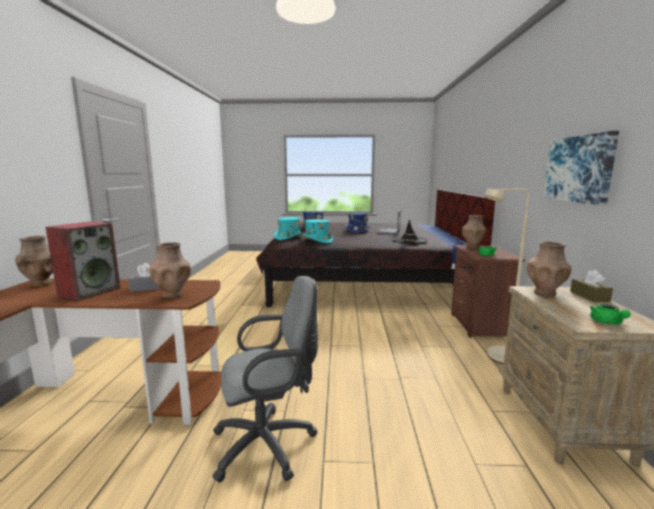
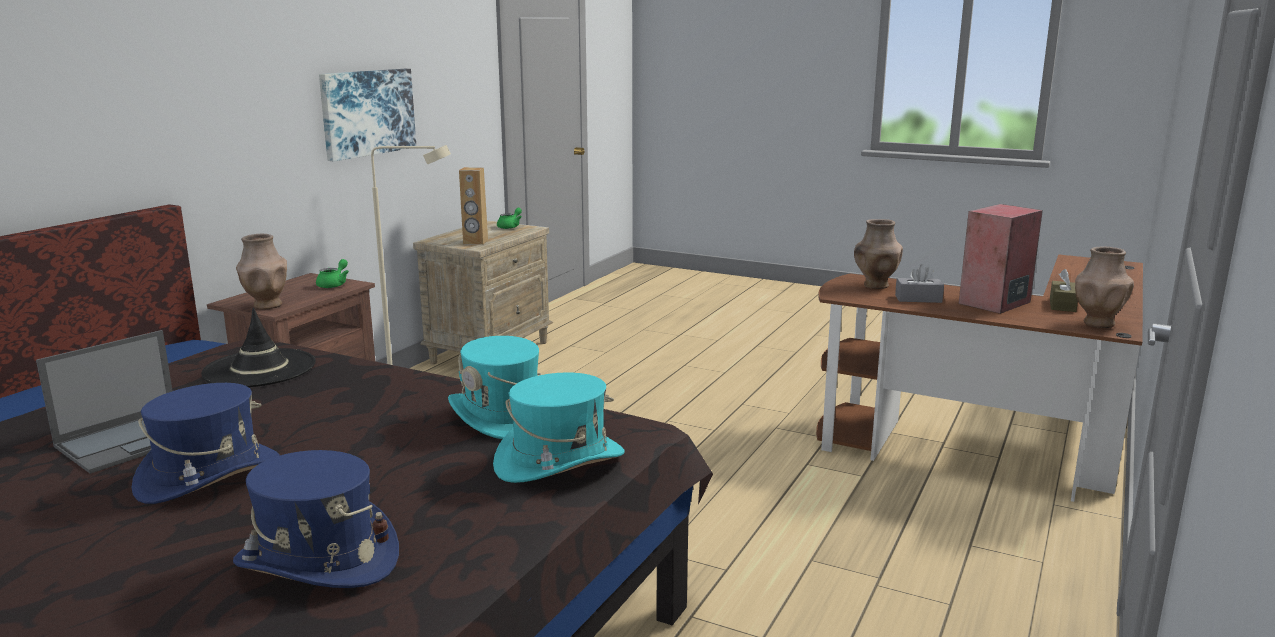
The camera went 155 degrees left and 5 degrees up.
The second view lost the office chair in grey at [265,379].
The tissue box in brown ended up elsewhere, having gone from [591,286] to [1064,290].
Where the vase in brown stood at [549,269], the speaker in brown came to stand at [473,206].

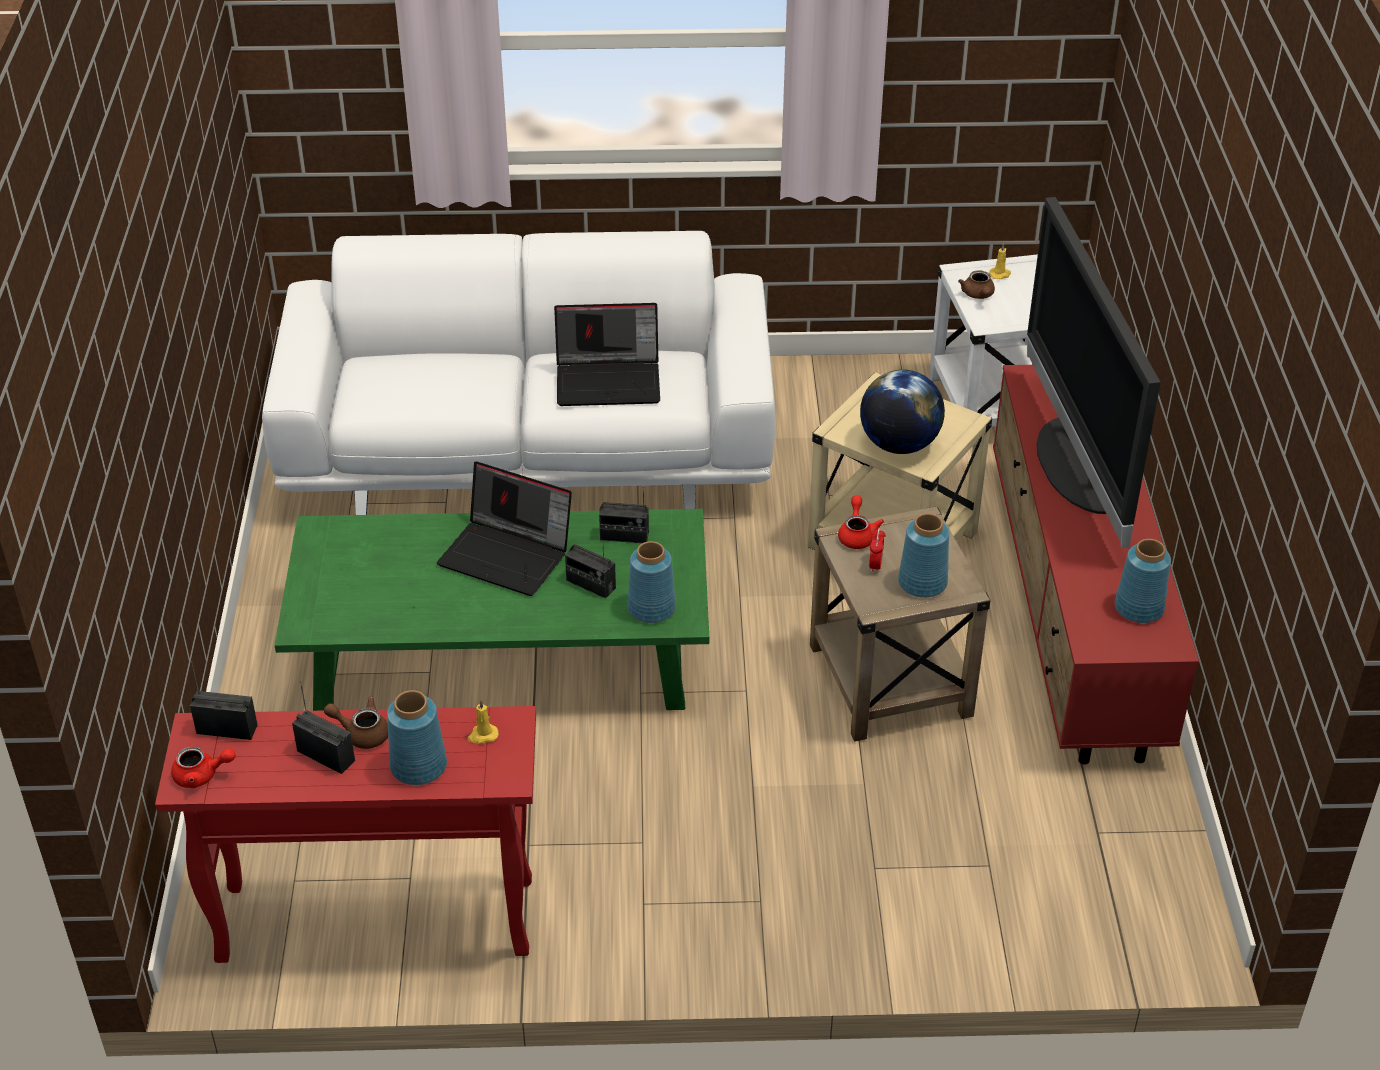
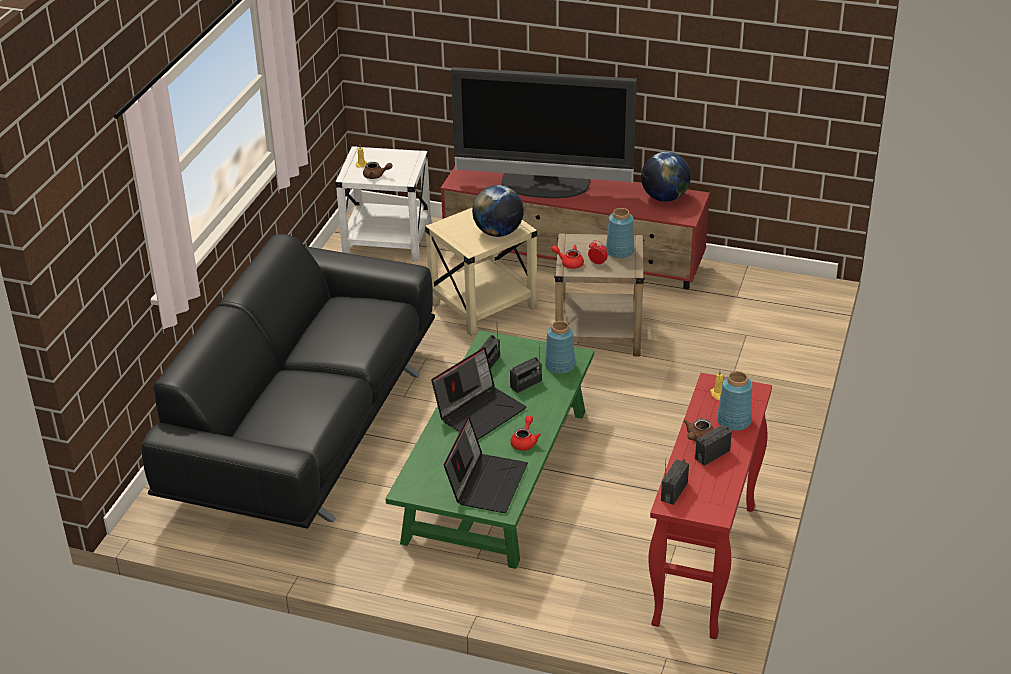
The camera went 70 degrees left and 5 degrees down.
The teapot in red ended up elsewhere, having gone from [203,767] to [525,433].
The laptop ended up elsewhere, having gone from [607,354] to [486,464].
Where the vase in blue stood at [1143,581], the globe came to stand at [666,177].
What was the sofa in white at [518,373] turned into the sofa in black at [288,381].

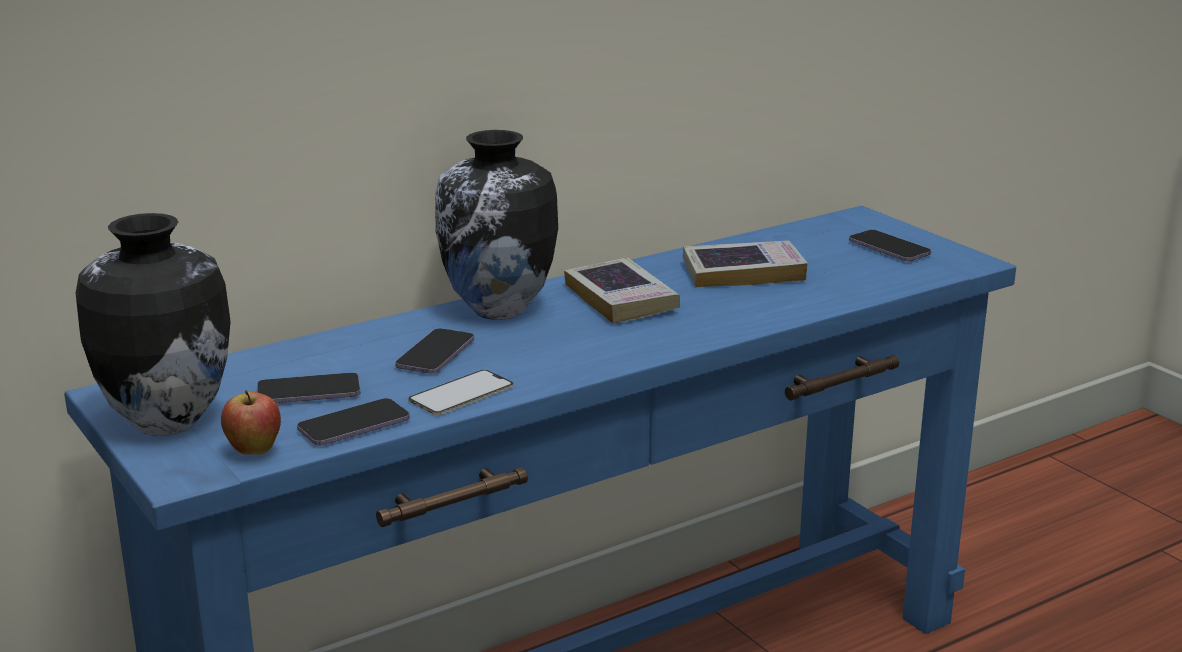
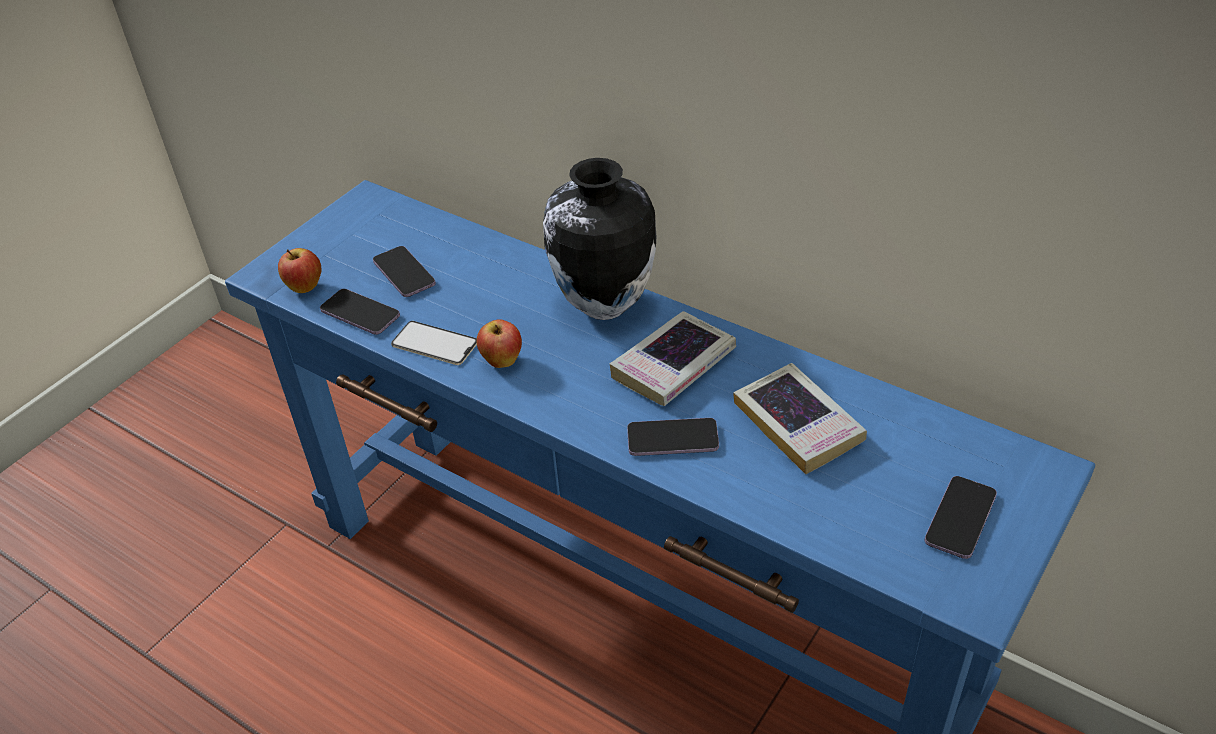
The camera went 70 degrees right and 20 degrees up.
The second view lost the vase at [153,324].
The second view gained the apple at [499,343].
The phone ended up elsewhere, having gone from [434,351] to [673,437].

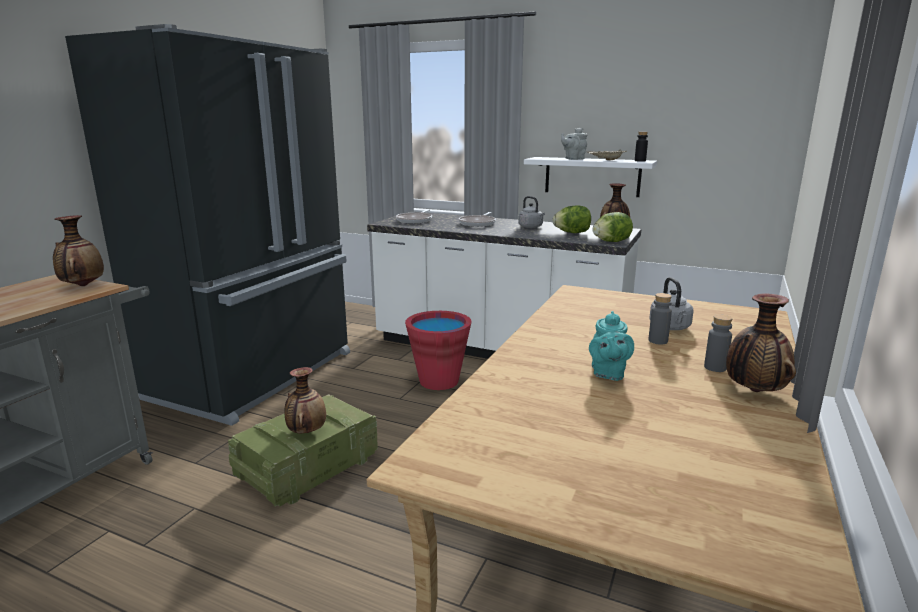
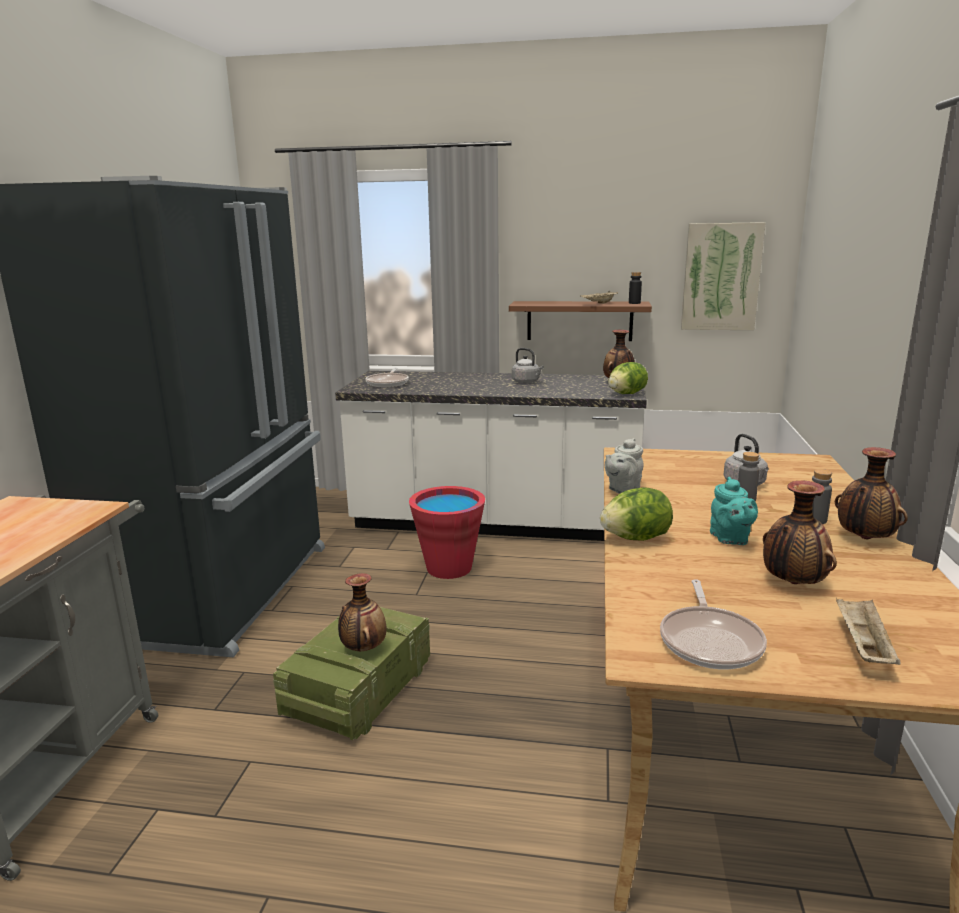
The camera went 15 degrees left and 0 degrees up.
The second view gained the picture at [723,276].
The second view gained the tray in beige at [868,632].
The vase ended up elsewhere, having gone from [78,250] to [800,532].
The frying pan ended up elsewhere, having gone from [477,219] to [713,624].
The lettuce ended up elsewhere, having gone from [572,219] to [636,514].
The teapot in grey ended up elsewhere, having gone from [574,144] to [624,466].
What was the shelf in white at [590,177] turned into the shelf in brown at [580,321].

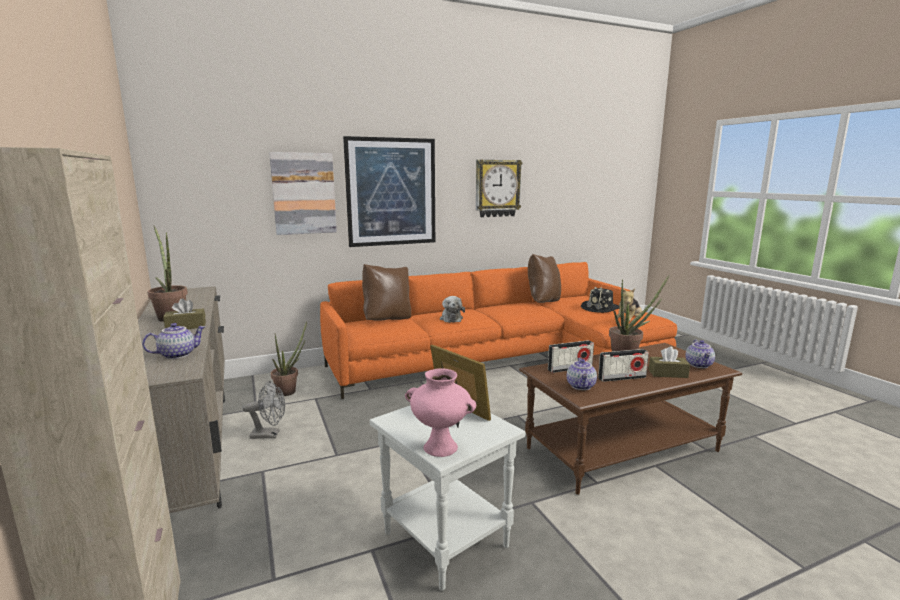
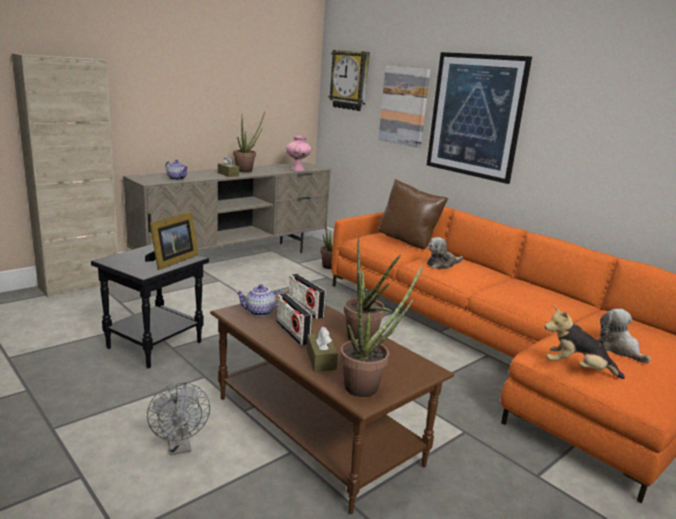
The camera went 70 degrees right and 5 degrees up.
The second view lost the pillow in brown at [544,278].
The fan in grey ended up elsewhere, having gone from [263,410] to [178,419].
The vase in pink ended up elsewhere, having gone from [440,412] to [299,153].
The wall clock ended up elsewhere, having gone from [499,188] to [349,80].
Where the hat in black stood at [600,300], the plush toy came to stand at [624,336].
Where the teapot stood at [700,354], the potted plant came to stand at [381,330].
What was the side table in white at [447,498] turned into the side table in black at [150,306].

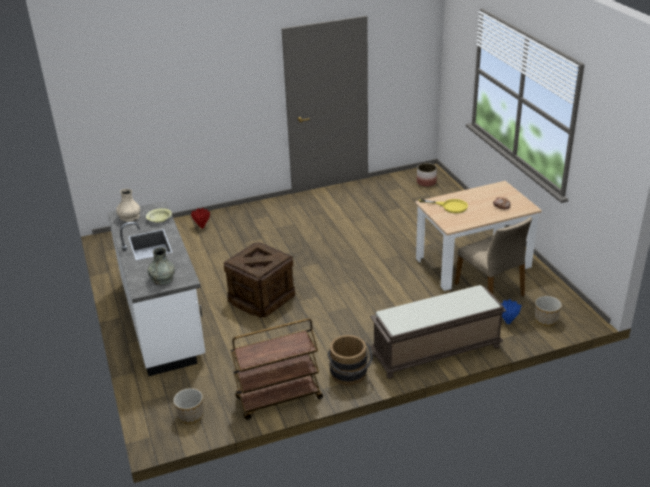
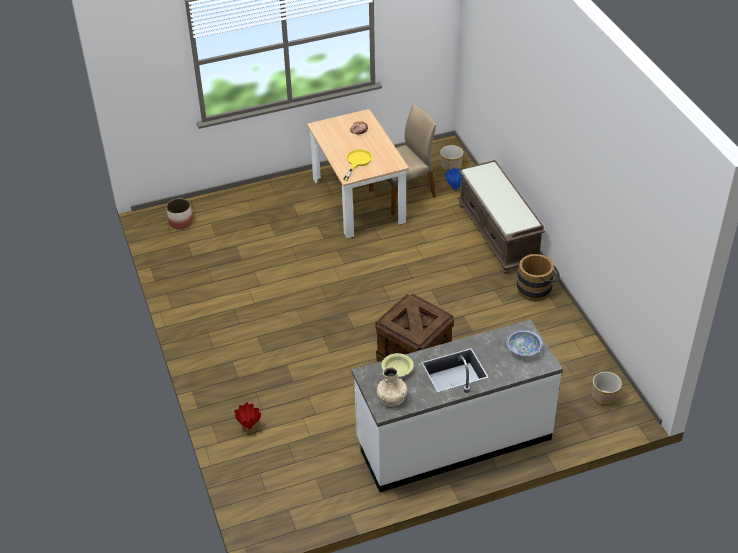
The camera went 90 degrees left and 10 degrees up.
The second view lost the cart in brown at [277,369].
Where the vase in grey stood at [161,266], the bowl came to stand at [525,343].

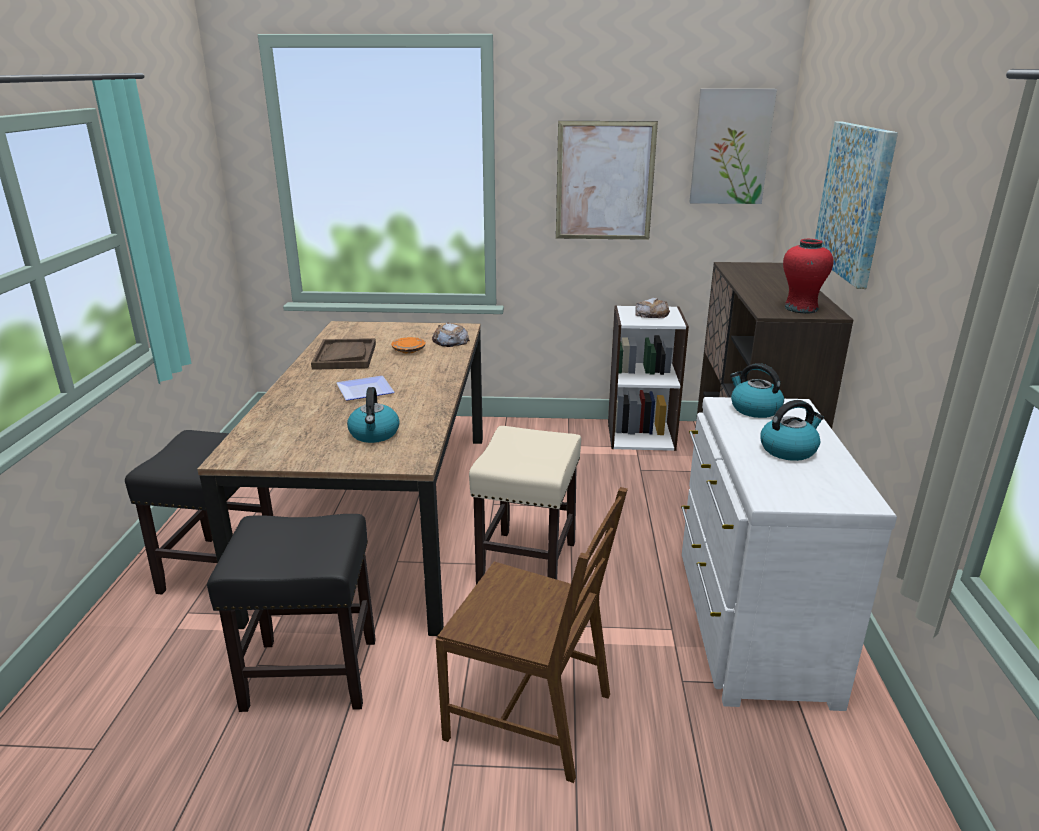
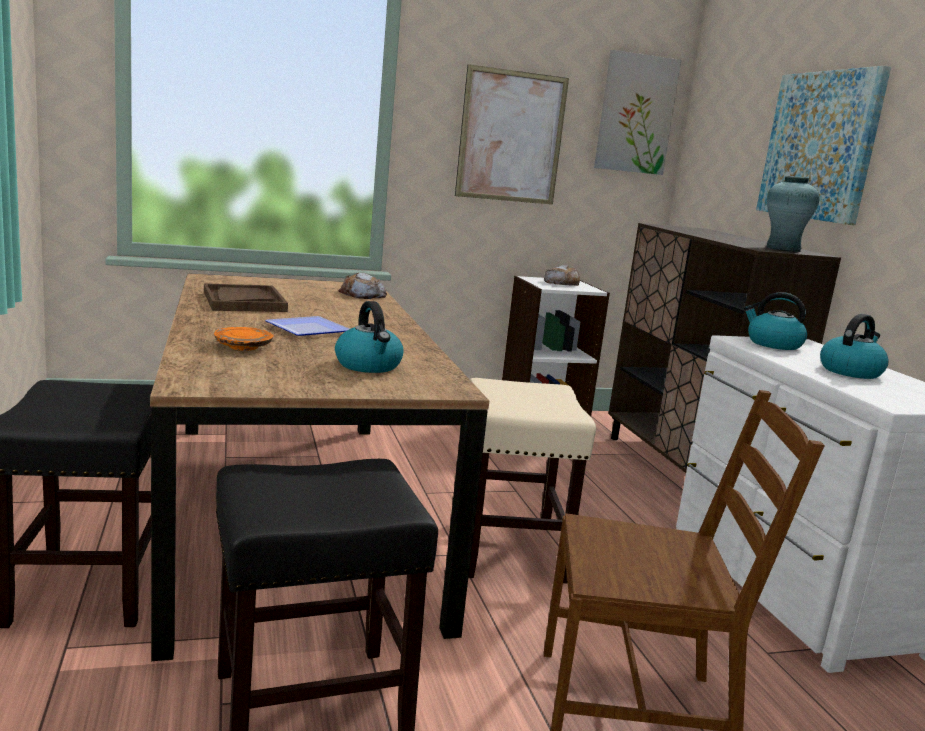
The camera went 20 degrees left and 10 degrees down.
The plate in orange ended up elsewhere, having gone from [408,345] to [244,339].
What was the vase in red at [808,276] turned into the vase in turquoise at [793,214].

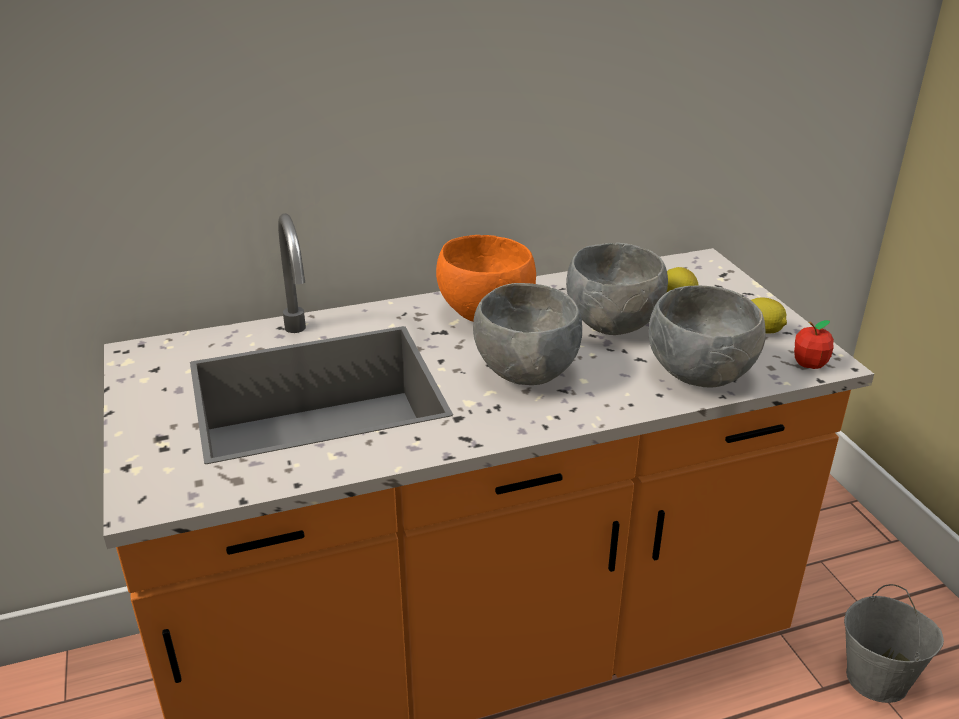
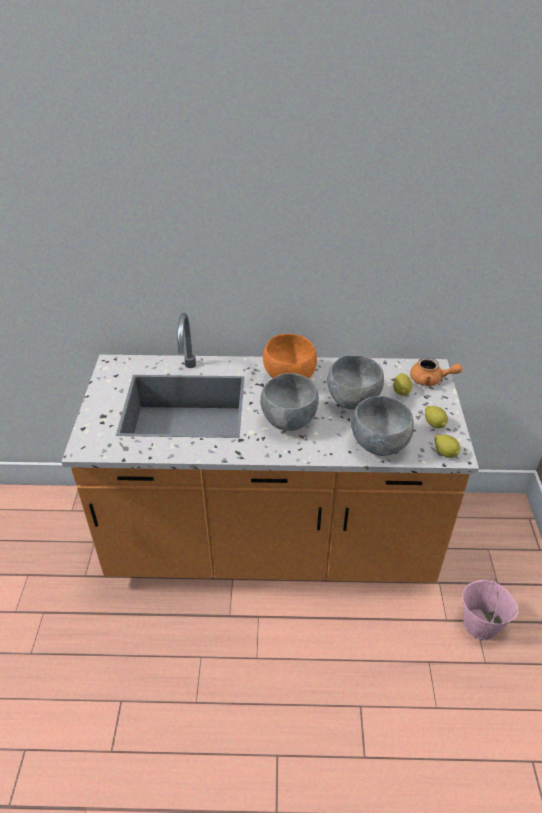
The camera went 20 degrees right and 10 degrees up.
The second view gained the teapot in orange at [436,371].
Where the apple stood at [814,344], the lemon came to stand at [447,446].
What was the bucket in grey at [894,643] turned into the bucket in pink at [490,608].

